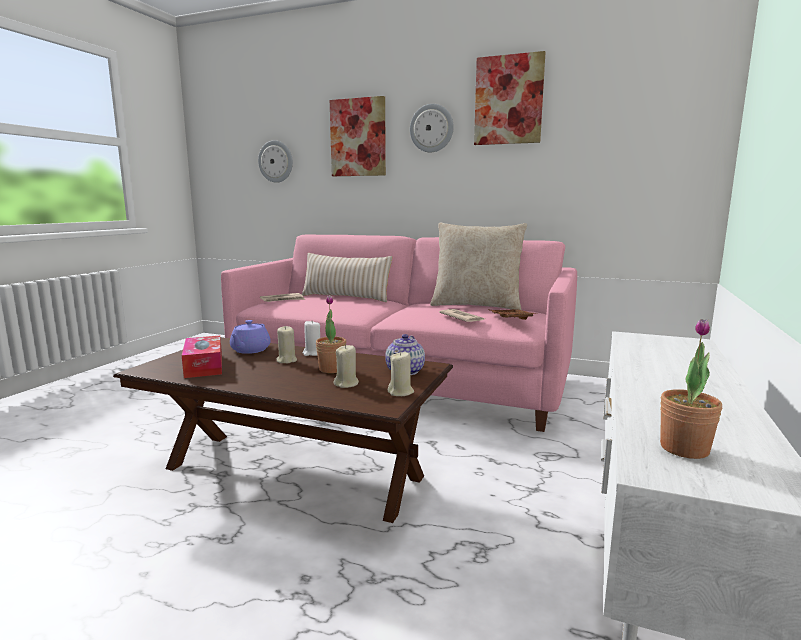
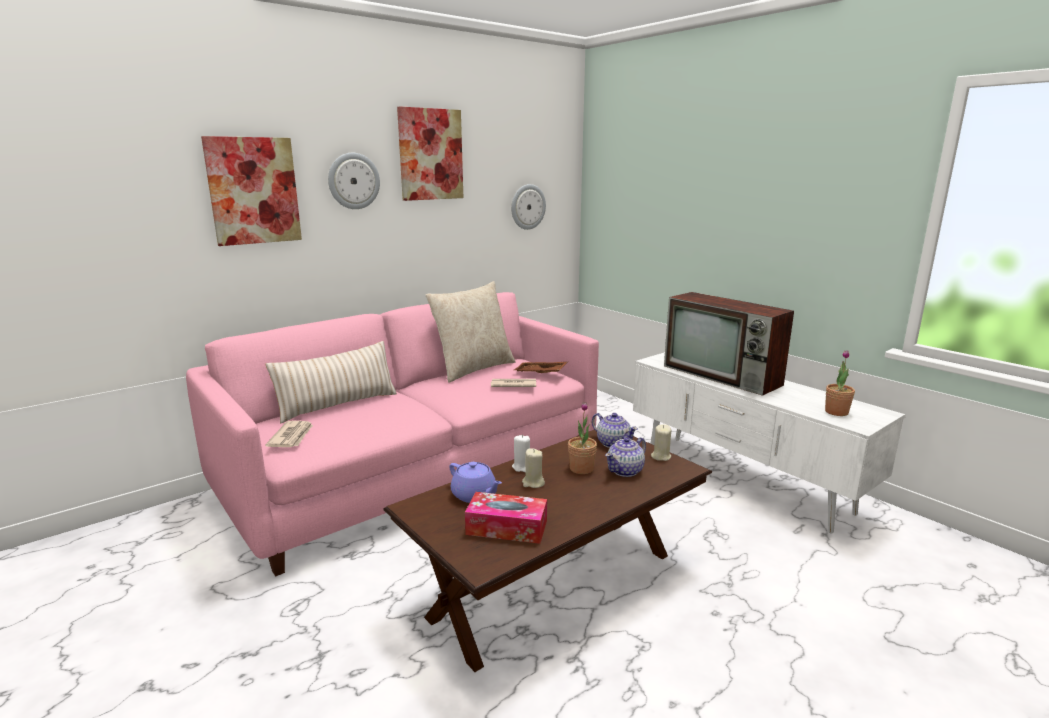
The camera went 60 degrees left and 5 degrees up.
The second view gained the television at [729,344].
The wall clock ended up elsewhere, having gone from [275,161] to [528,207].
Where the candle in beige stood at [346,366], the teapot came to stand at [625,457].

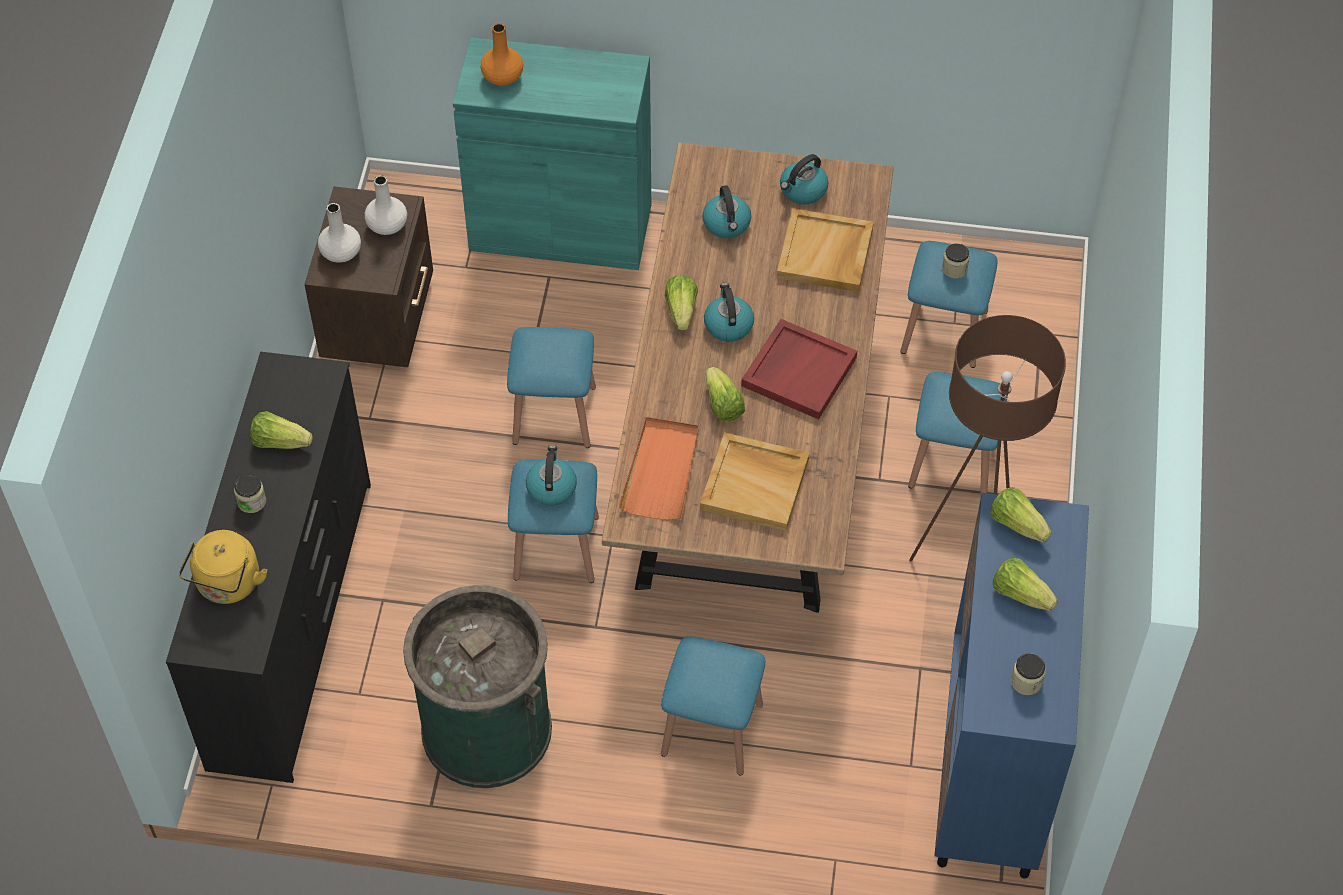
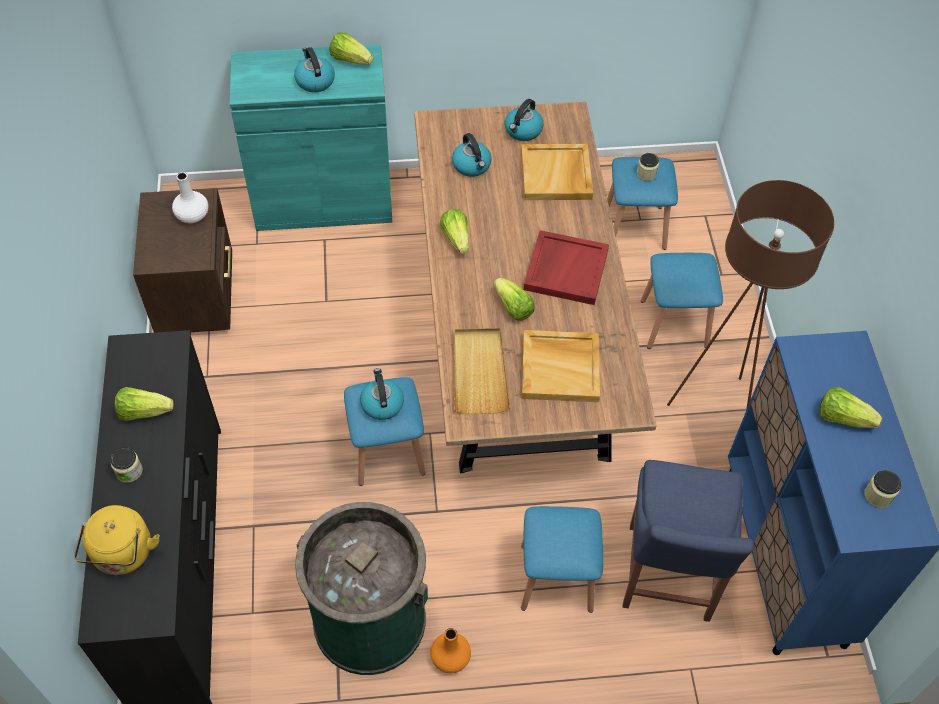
The camera went 15 degrees left and 0 degrees up.
The second view lost the vase in white at [339,233].
The second view lost the stool in blue at [551,387].
The second view gained the chair in blue at [688,541].
The vase in orange ended up elsewhere, having gone from [502,54] to [451,650].
The kettle ended up elsewhere, having gone from [729,312] to [314,69].
The lettuce ended up elsewhere, having gone from [1020,514] to [351,48].
What was the tray in orange at [658,468] turned into the tray in beige at [482,371].

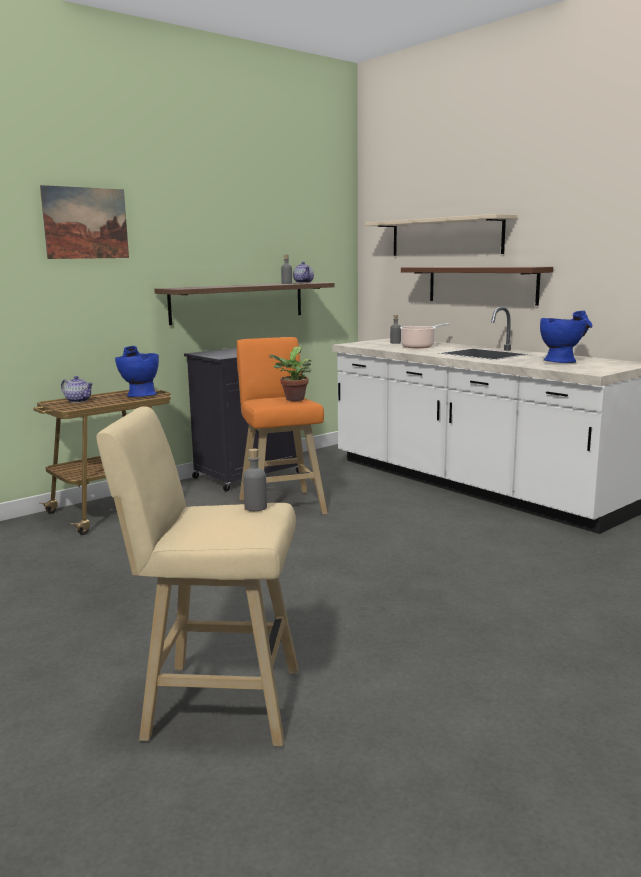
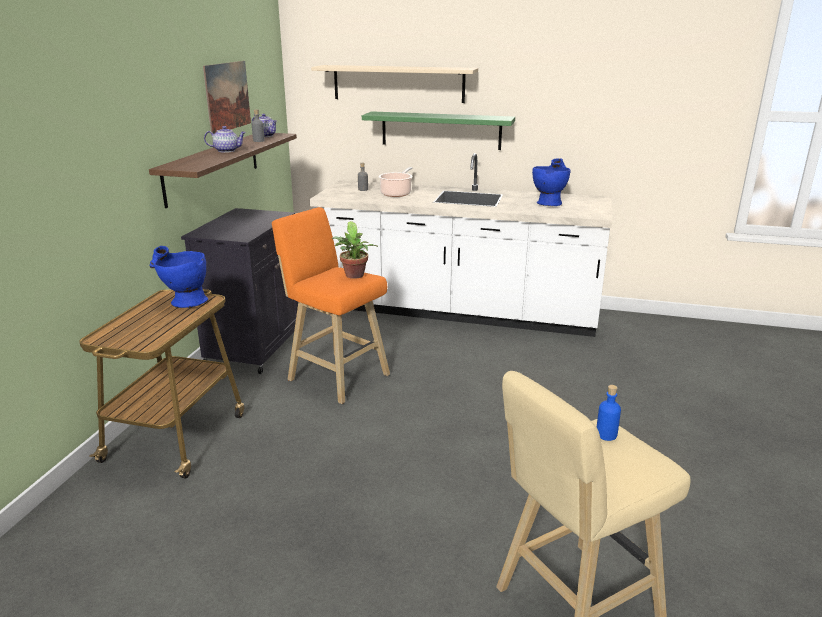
The camera went 35 degrees left and 10 degrees up.
The picture ended up elsewhere, having gone from [84,222] to [227,97].
The teapot ended up elsewhere, having gone from [77,389] to [225,139].
What was the bottle in grey at [255,480] turned into the bottle in blue at [609,413].
What was the shelf in brown at [477,286] turned into the shelf in green at [438,130].

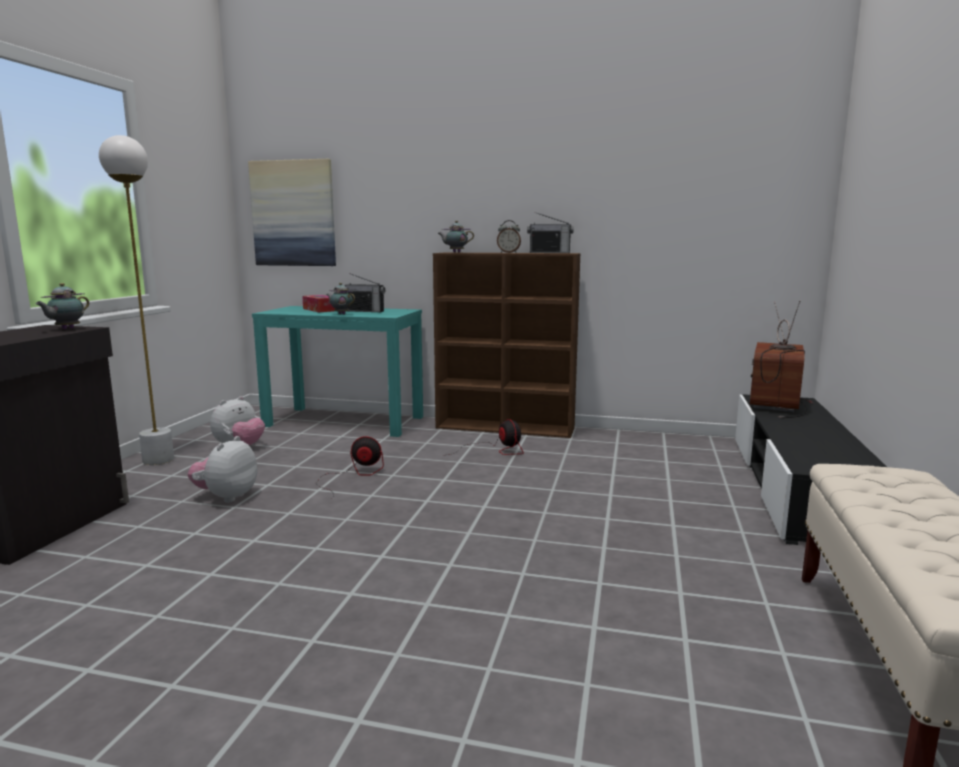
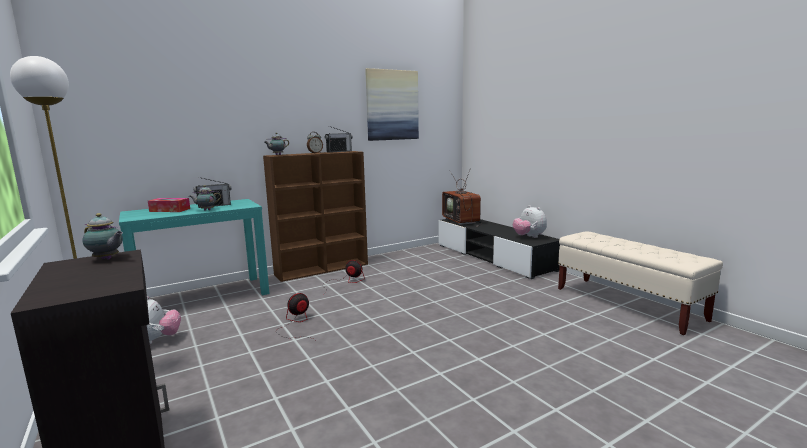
The camera went 45 degrees left and 0 degrees up.
The plush toy ended up elsewhere, having gone from [223,469] to [530,221].
The picture ended up elsewhere, having gone from [292,212] to [392,104].
The teapot at [62,306] ended up facing another way, 45 degrees counterclockwise from before.

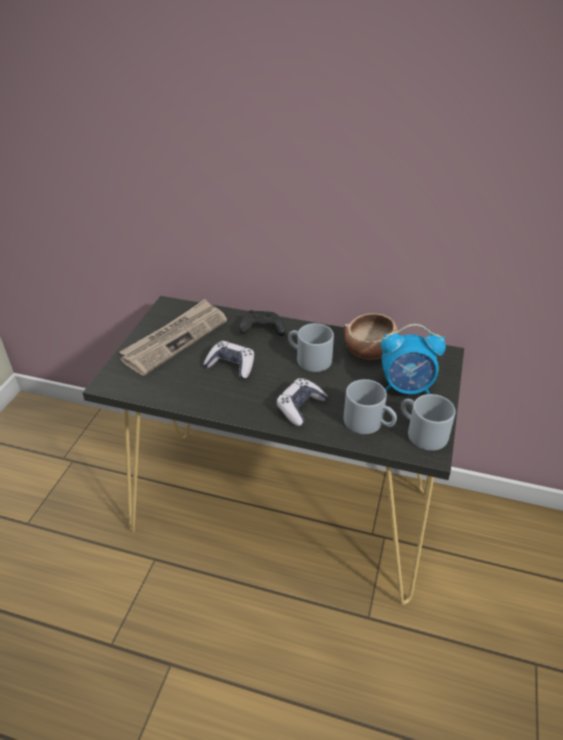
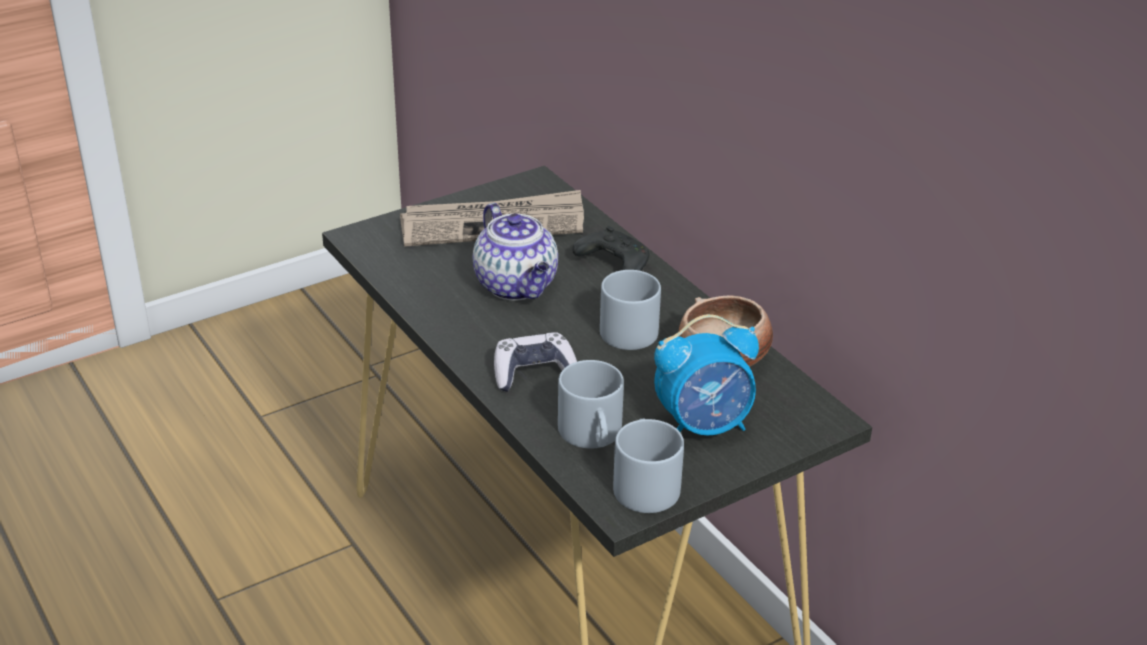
The camera went 40 degrees right and 5 degrees down.
Where the game controller stood at [228,360], the teapot came to stand at [515,252].
The alarm clock at [413,359] ended up facing another way, 60 degrees counterclockwise from before.

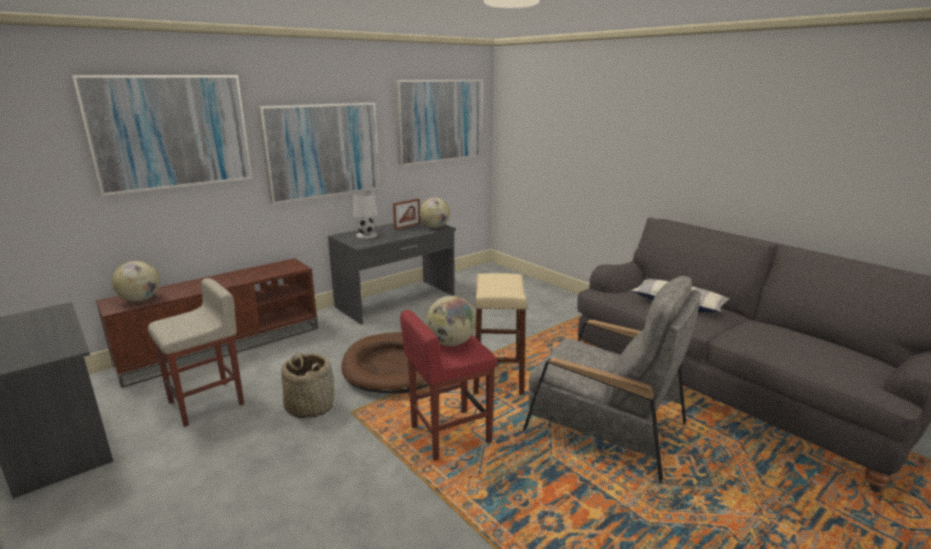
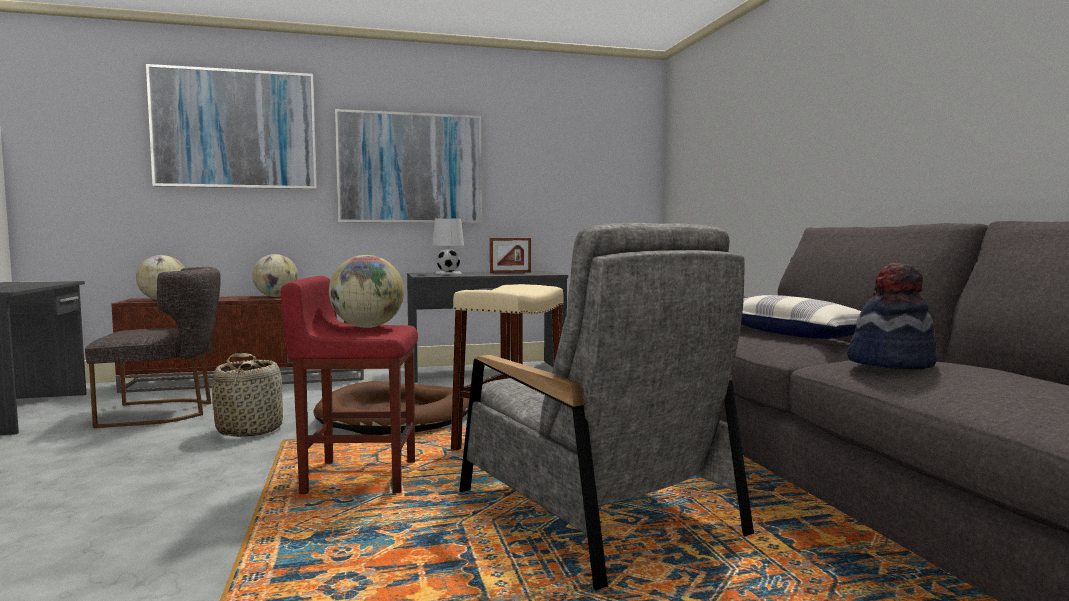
The camera went 25 degrees right and 15 degrees down.
The second view lost the picture at [439,122].
The second view gained the hat at [892,316].
The globe ended up elsewhere, having gone from [434,212] to [275,275].
Where the stool in beige stood at [196,352], the chair in grey came to stand at [153,347].

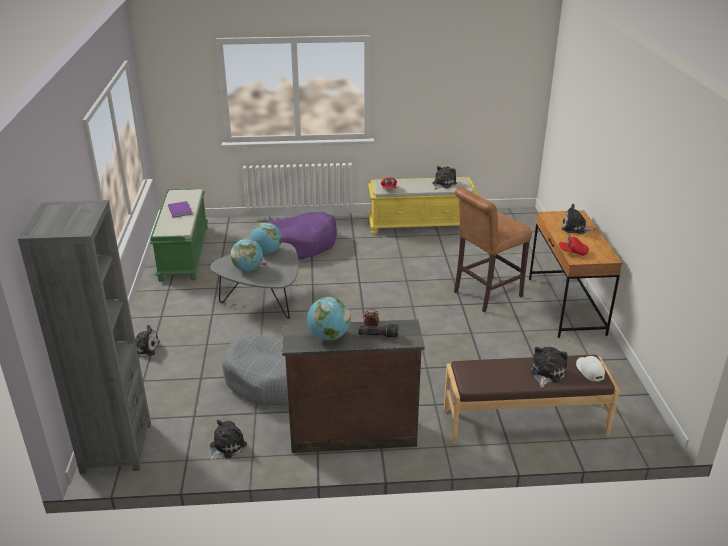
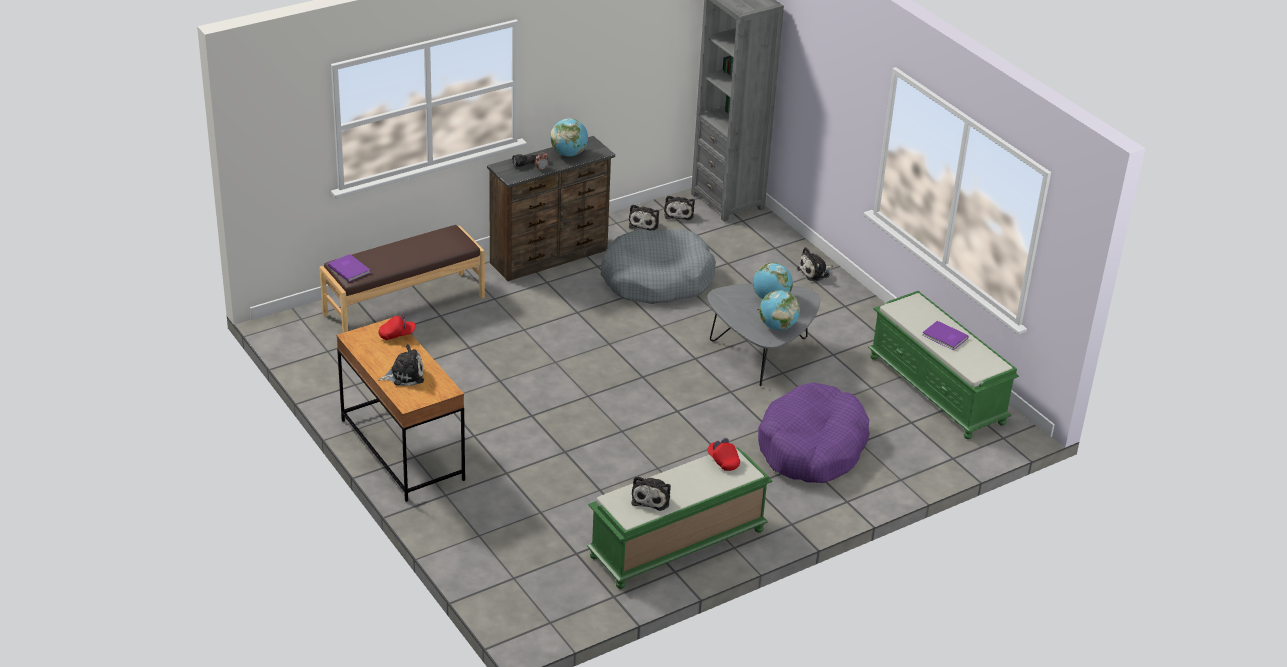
The camera went 150 degrees right and 5 degrees up.
The second view lost the stool in brown at [493,249].
The plush toy ended up elsewhere, having gone from [549,367] to [679,207].
Where the cap in white stood at [590,369], the book in purple came to stand at [349,268].
What was the bench in yellow at [423,205] turned into the bench in green at [679,518].

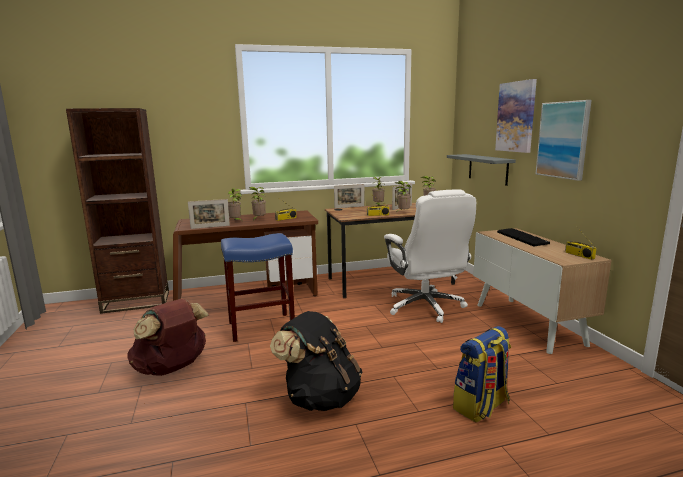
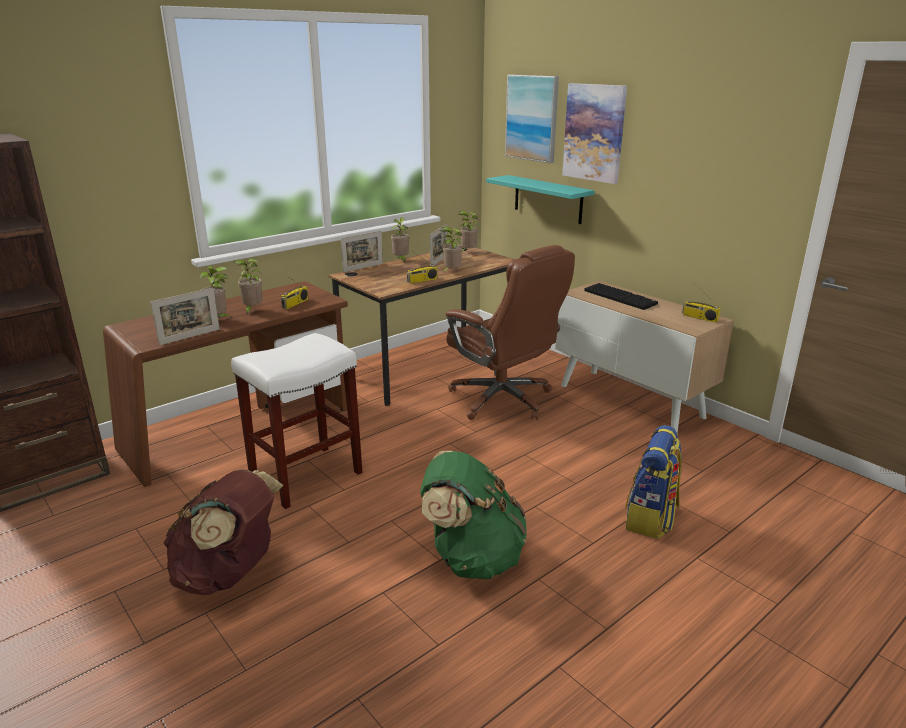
The camera went 25 degrees left and 10 degrees up.
The picture ended up elsewhere, having gone from [564,140] to [532,118].
What was the stool in blue at [258,287] turned into the stool in white at [296,421].
What was the backpack in black at [316,361] turned into the backpack in green at [473,515].
What was the office chair in white at [430,256] turned into the office chair in brown at [510,332].
What was the shelf in grey at [481,170] turned into the shelf in turquoise at [540,199].

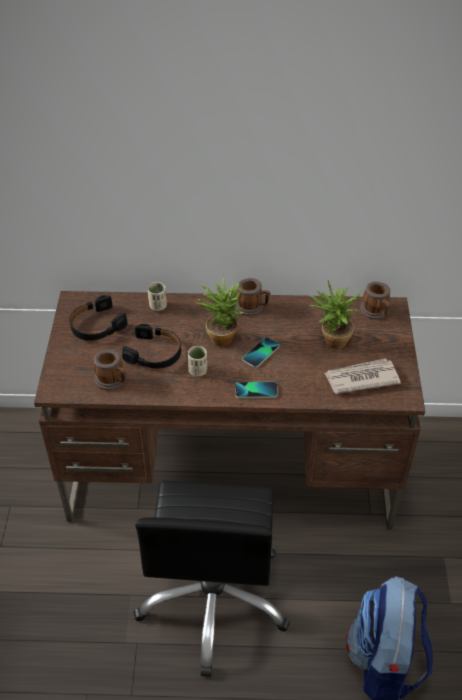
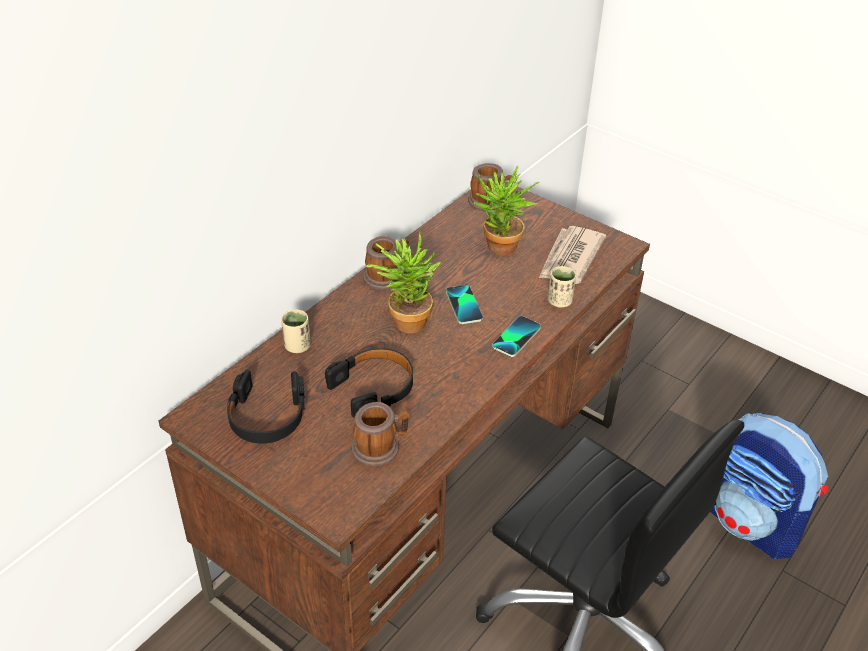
The camera went 55 degrees left and 5 degrees down.
The cup in beige ended up elsewhere, having gone from [197,361] to [562,287].

